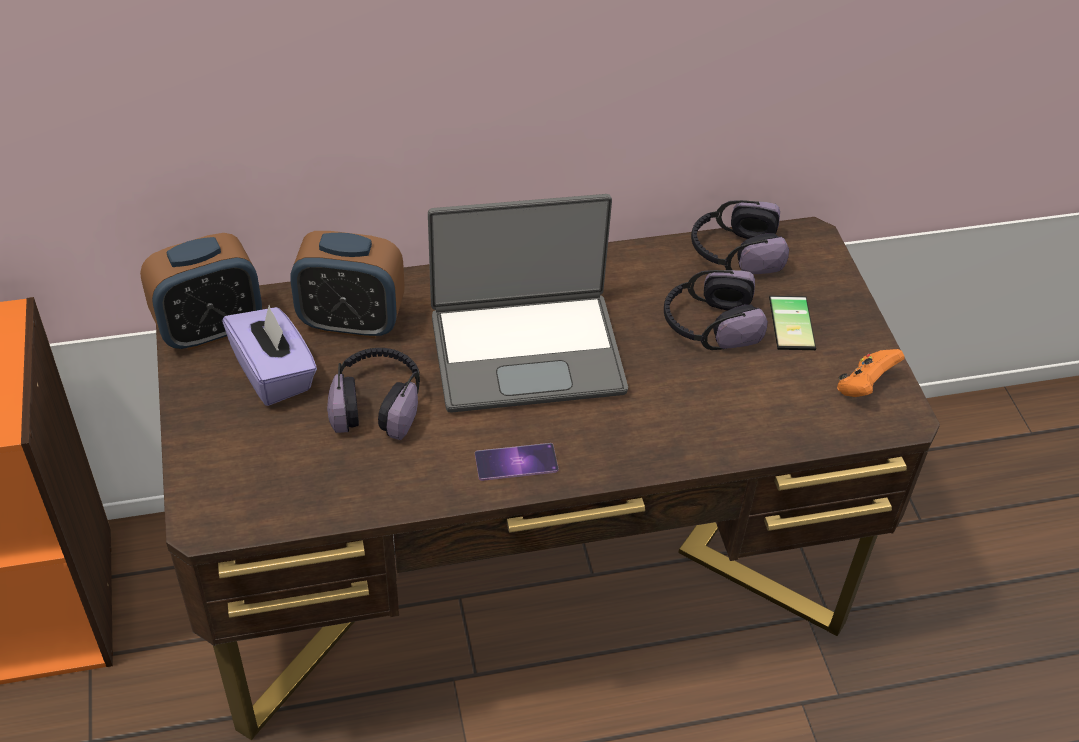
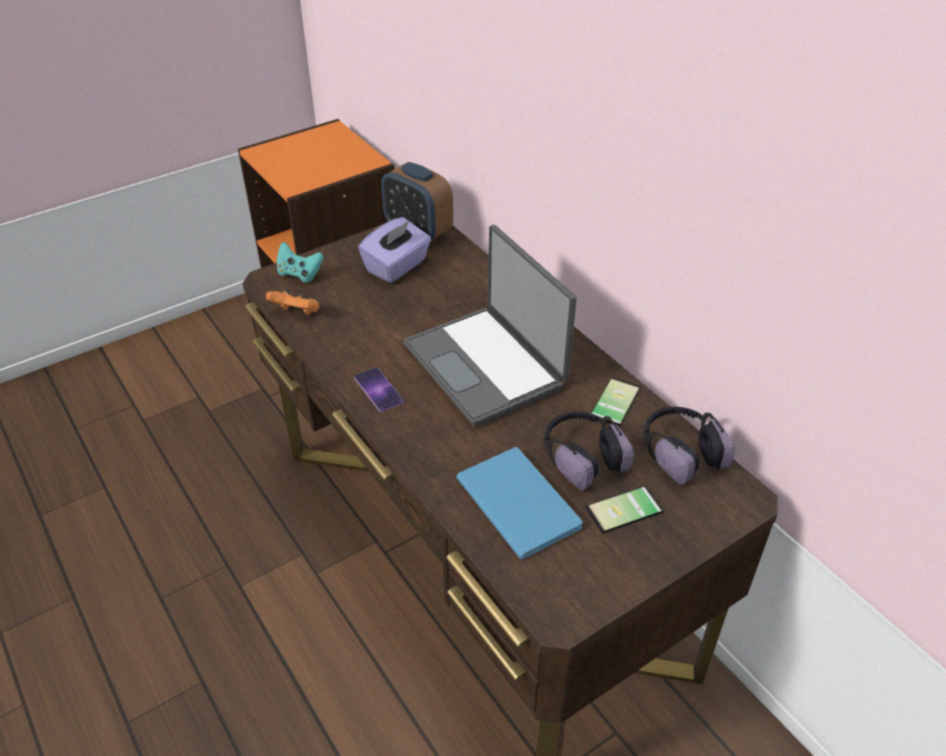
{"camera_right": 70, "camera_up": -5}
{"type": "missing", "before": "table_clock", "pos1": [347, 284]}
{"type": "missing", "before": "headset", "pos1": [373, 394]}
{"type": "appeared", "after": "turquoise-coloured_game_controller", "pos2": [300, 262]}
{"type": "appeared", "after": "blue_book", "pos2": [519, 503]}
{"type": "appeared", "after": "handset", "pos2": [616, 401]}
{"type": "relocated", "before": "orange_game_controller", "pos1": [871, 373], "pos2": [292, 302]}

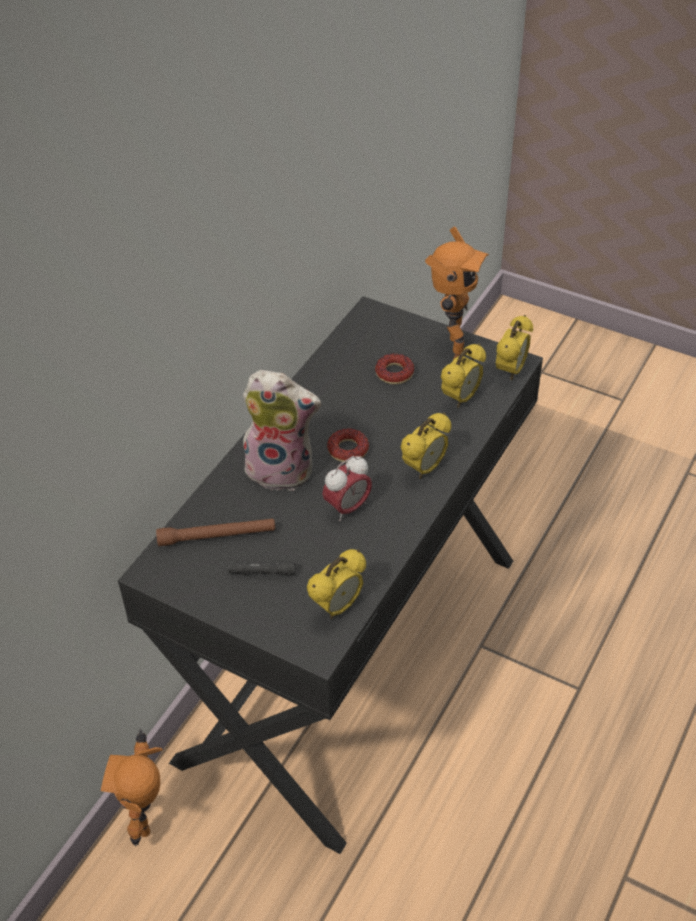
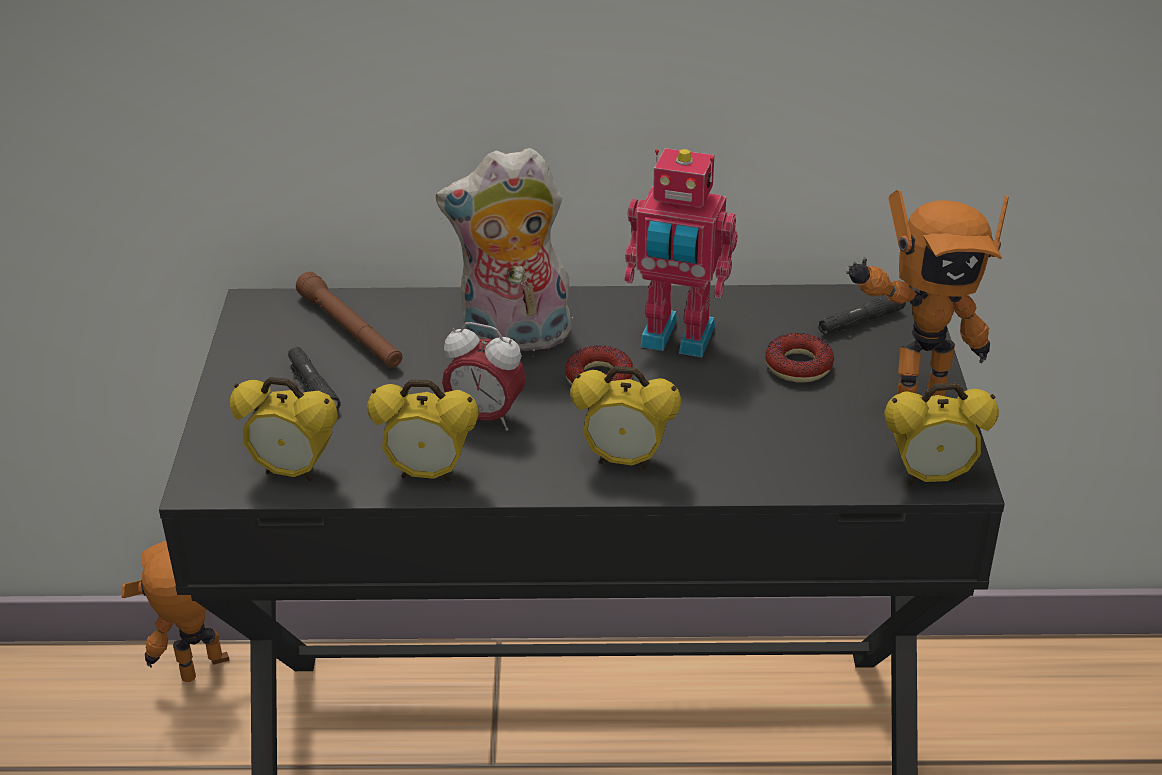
{"camera_right": 60, "camera_up": -10}
{"type": "appeared", "after": "model_robot", "pos2": [681, 252]}
{"type": "appeared", "after": "black-coloured_flashlight", "pos2": [862, 315]}
{"type": "relocated", "before": "table_clock", "pos1": [463, 375], "pos2": [423, 431]}
{"type": "spun", "before": "cuddly_toy", "pos1": [282, 430], "pos2": [505, 252], "turn": 105}

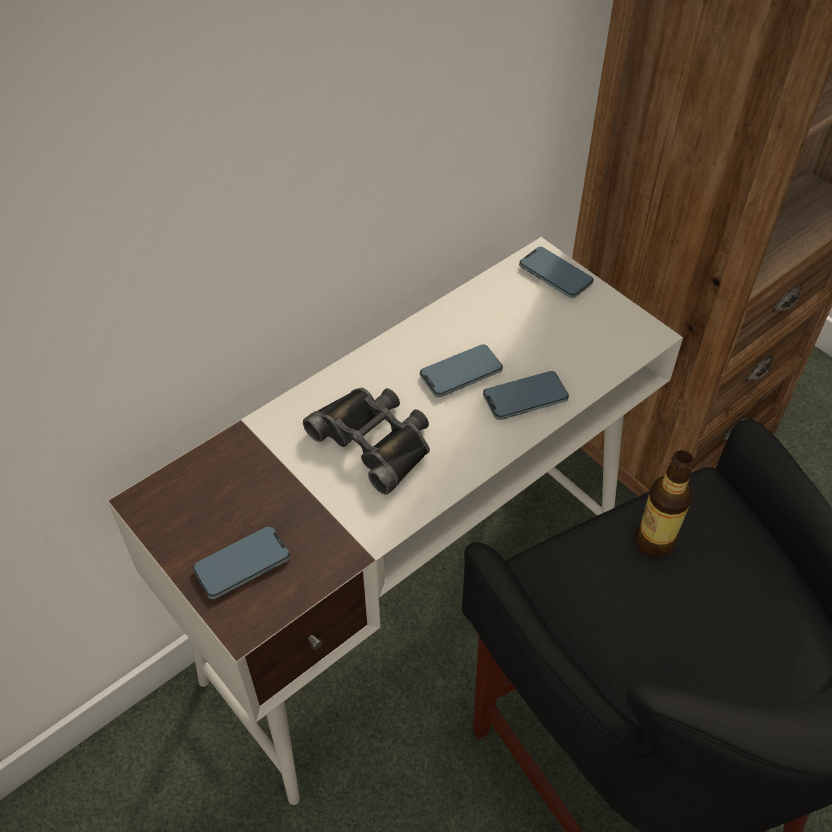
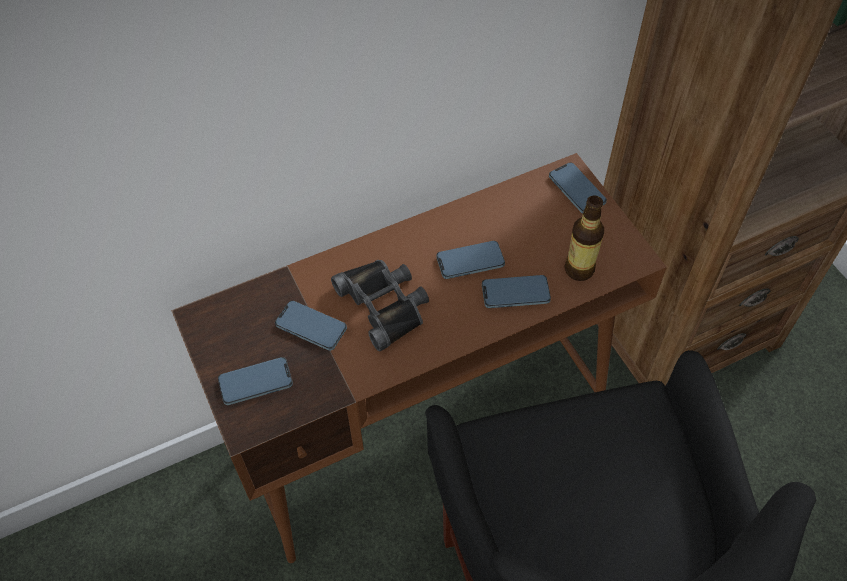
{"camera_right": 15, "camera_up": 5}
{"type": "appeared", "after": "handset", "pos2": [311, 325]}
{"type": "relocated", "before": "drink_bottle", "pos1": [664, 504], "pos2": [584, 238]}
{"type": "colour", "before": "white-coloured_desk_table", "after": "brown-coloured_desk_table", "pos1": [395, 521], "pos2": [419, 358]}

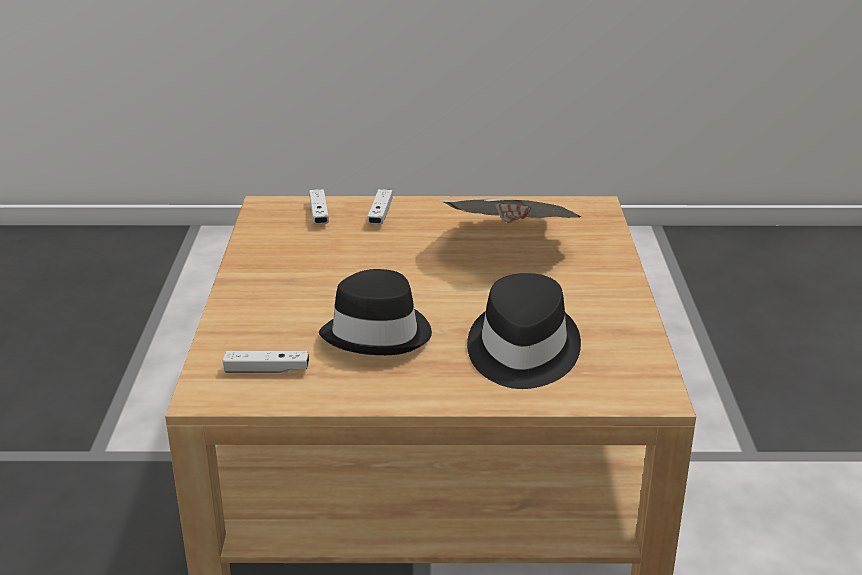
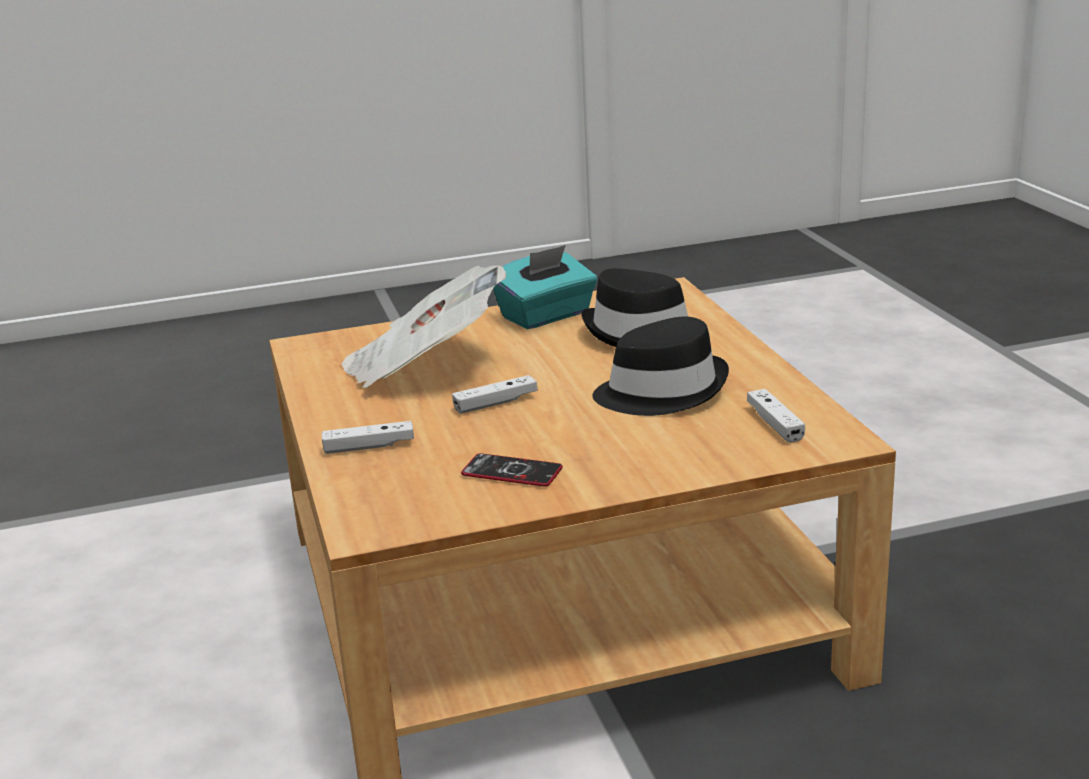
{"camera_right": -105, "camera_up": -5}
{"type": "appeared", "after": "handset", "pos2": [512, 470]}
{"type": "appeared", "after": "turquoise-coloured_box_of_tissues", "pos2": [545, 287]}
{"type": "relocated", "before": "white-coloured_game_controller", "pos1": [319, 207], "pos2": [494, 394]}

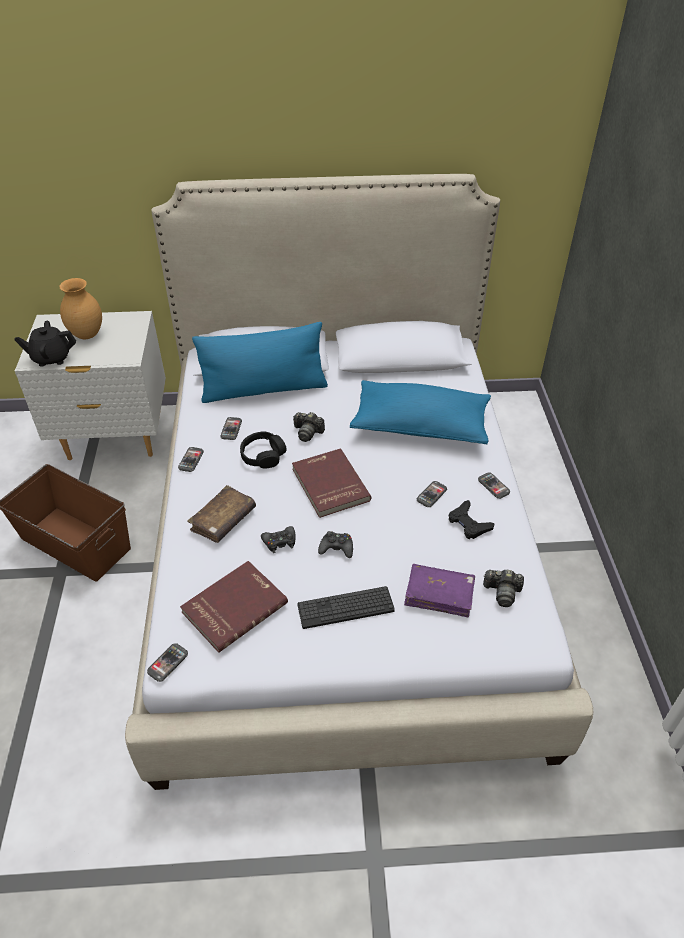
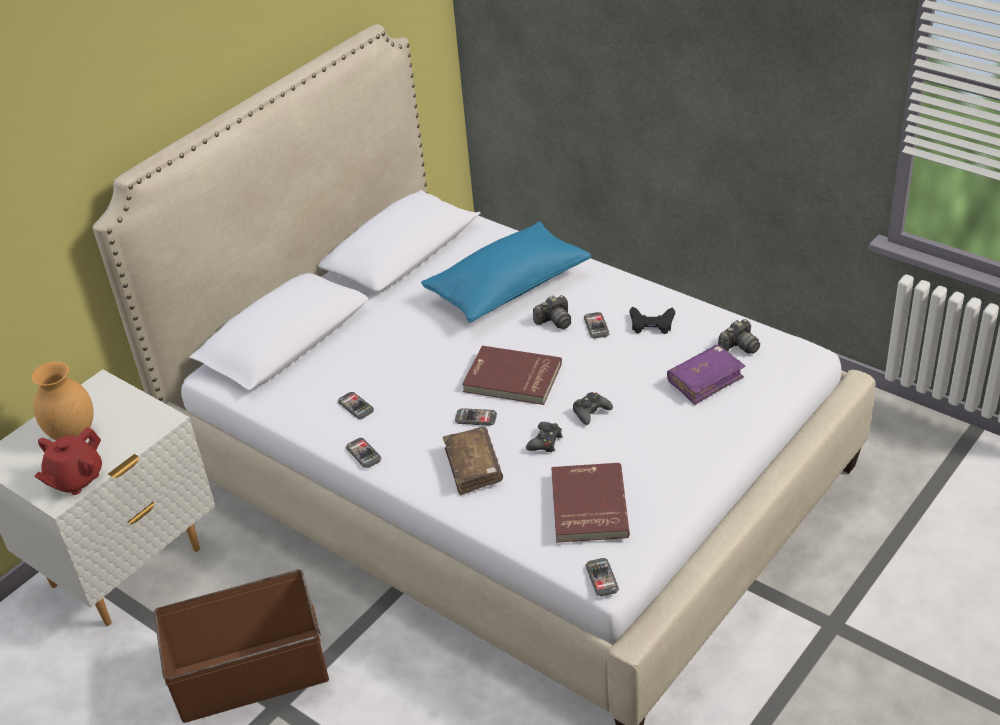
{"camera_right": -45, "camera_up": -5}
{"type": "missing", "before": "blue_throw_pillow", "pos1": [260, 362]}
{"type": "missing", "before": "black-coloured_headset", "pos1": [263, 449]}
{"type": "missing", "before": "keyboard", "pos1": [346, 607]}
{"type": "relocated", "before": "still_camera", "pos1": [309, 427], "pos2": [552, 312]}
{"type": "relocated", "before": "handset", "pos1": [494, 485], "pos2": [476, 417]}
{"type": "colour", "before": "black-coloured_pot_for_tea", "after": "red_pot_for_tea", "pos1": [45, 344], "pos2": [68, 461]}

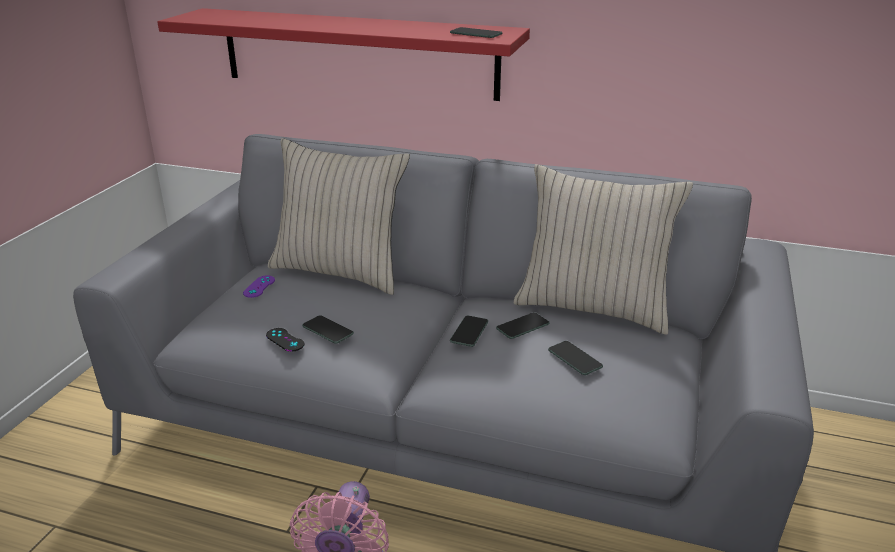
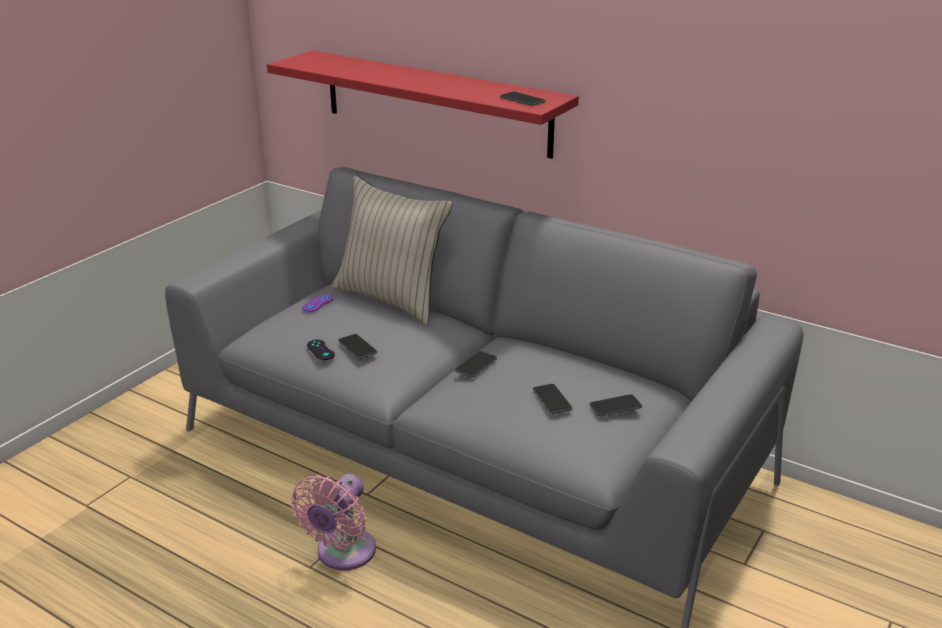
{"camera_right": 15, "camera_up": 0}
{"type": "missing", "before": "beige-coloured_throw_pillow", "pos1": [603, 249]}
{"type": "relocated", "before": "handset", "pos1": [523, 325], "pos2": [615, 405]}

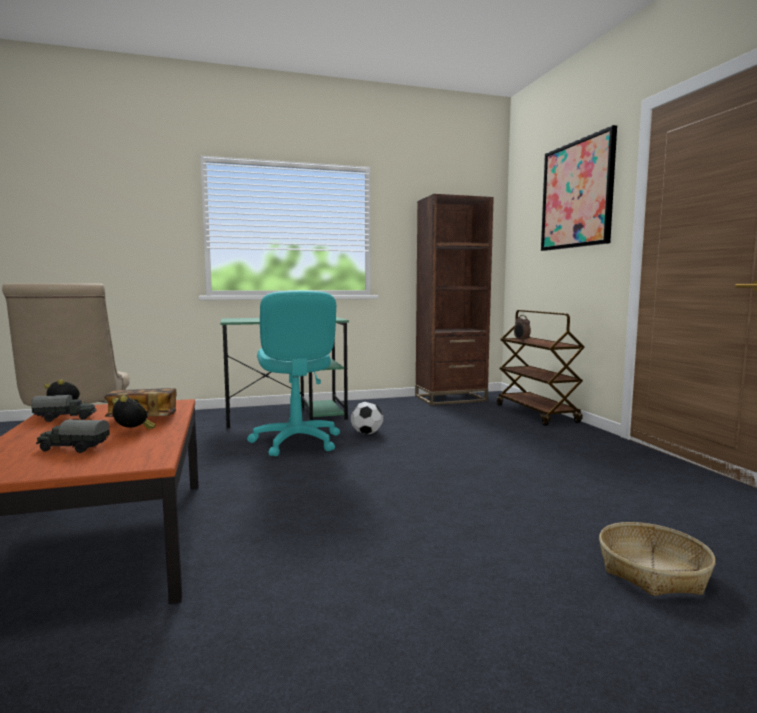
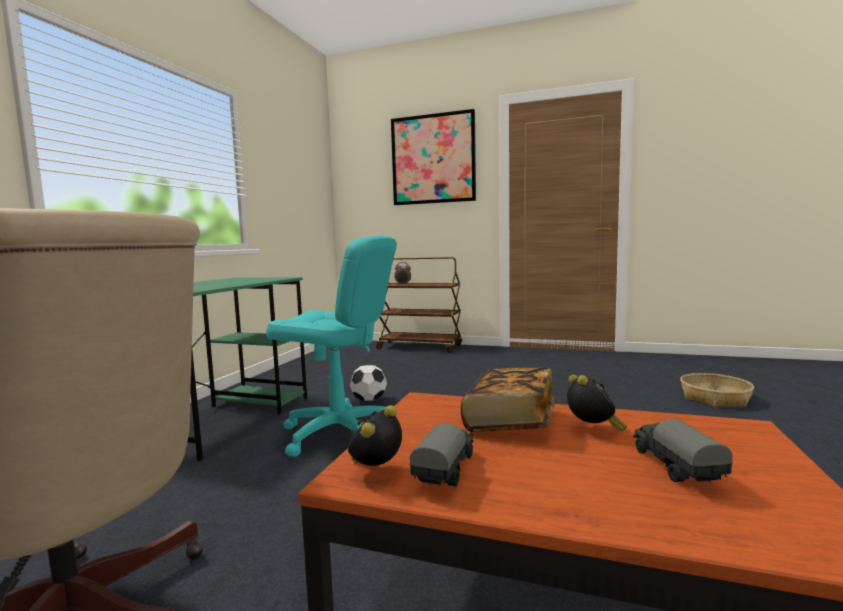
{"camera_right": -55, "camera_up": 0}
{"type": "missing", "before": "brown-coloured_shelving_unit", "pos1": [454, 299]}
{"type": "spun", "before": "model_truck", "pos1": [73, 436], "pos2": [683, 451], "turn": 135}
{"type": "spun", "before": "table_clock", "pos1": [134, 412], "pos2": [597, 403], "turn": 105}

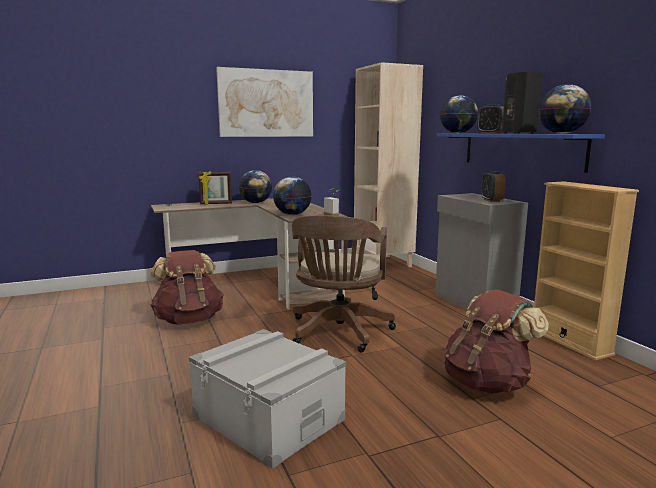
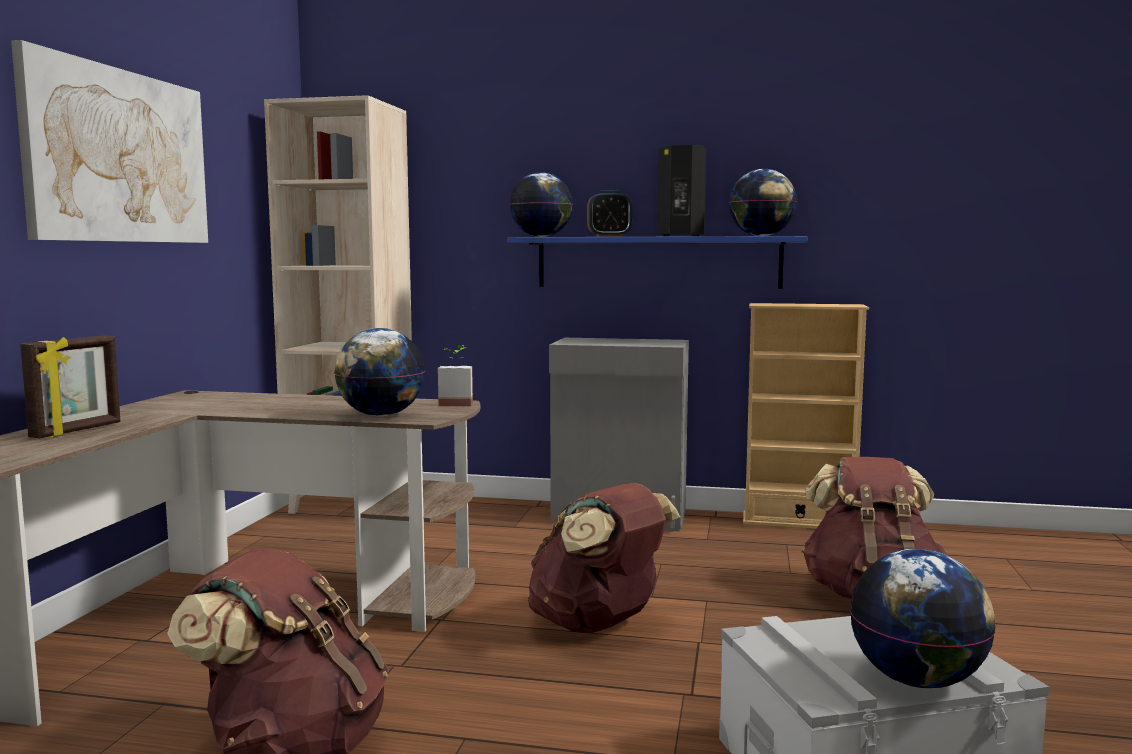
{"camera_right": -55, "camera_up": -5}
{"type": "missing", "before": "table_clock", "pos1": [493, 186]}
{"type": "relocated", "before": "globe", "pos1": [255, 186], "pos2": [923, 618]}
{"type": "exchanged", "before": "brown-coloured_computer_chair", "after": "brown-coloured_knapsack", "pos1": [344, 283], "pos2": [604, 558]}

